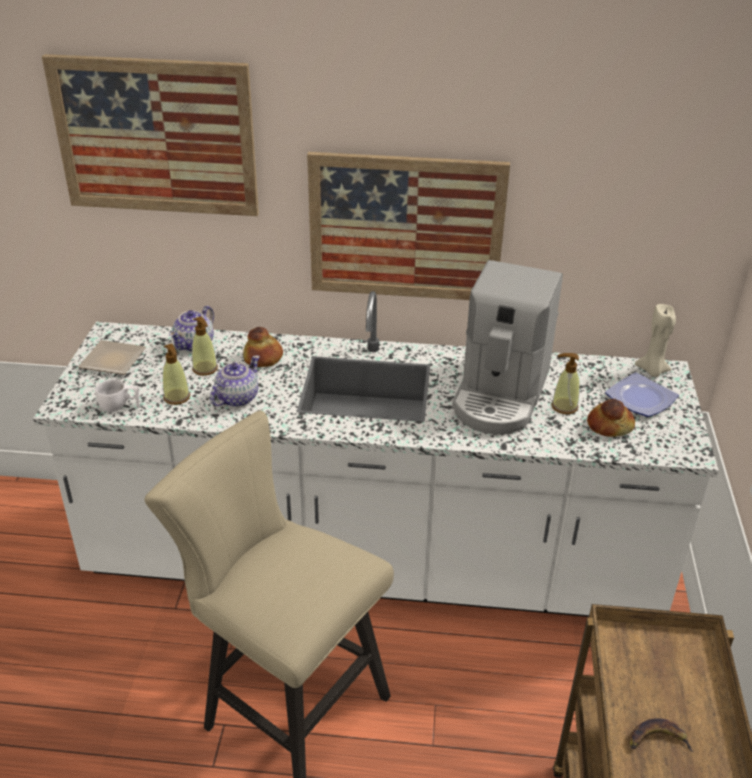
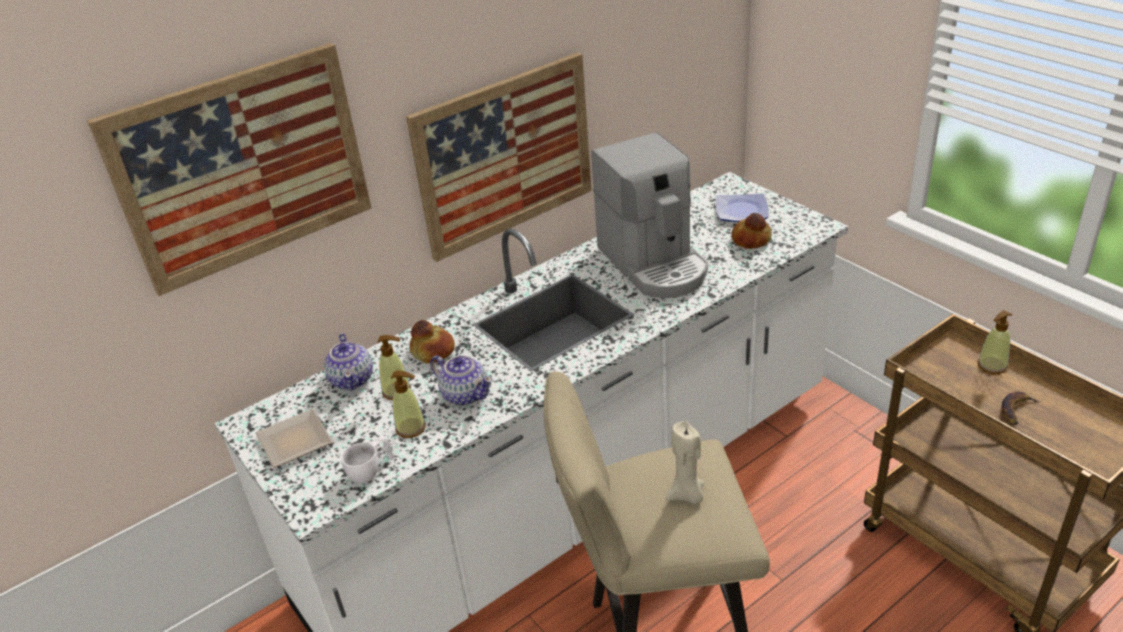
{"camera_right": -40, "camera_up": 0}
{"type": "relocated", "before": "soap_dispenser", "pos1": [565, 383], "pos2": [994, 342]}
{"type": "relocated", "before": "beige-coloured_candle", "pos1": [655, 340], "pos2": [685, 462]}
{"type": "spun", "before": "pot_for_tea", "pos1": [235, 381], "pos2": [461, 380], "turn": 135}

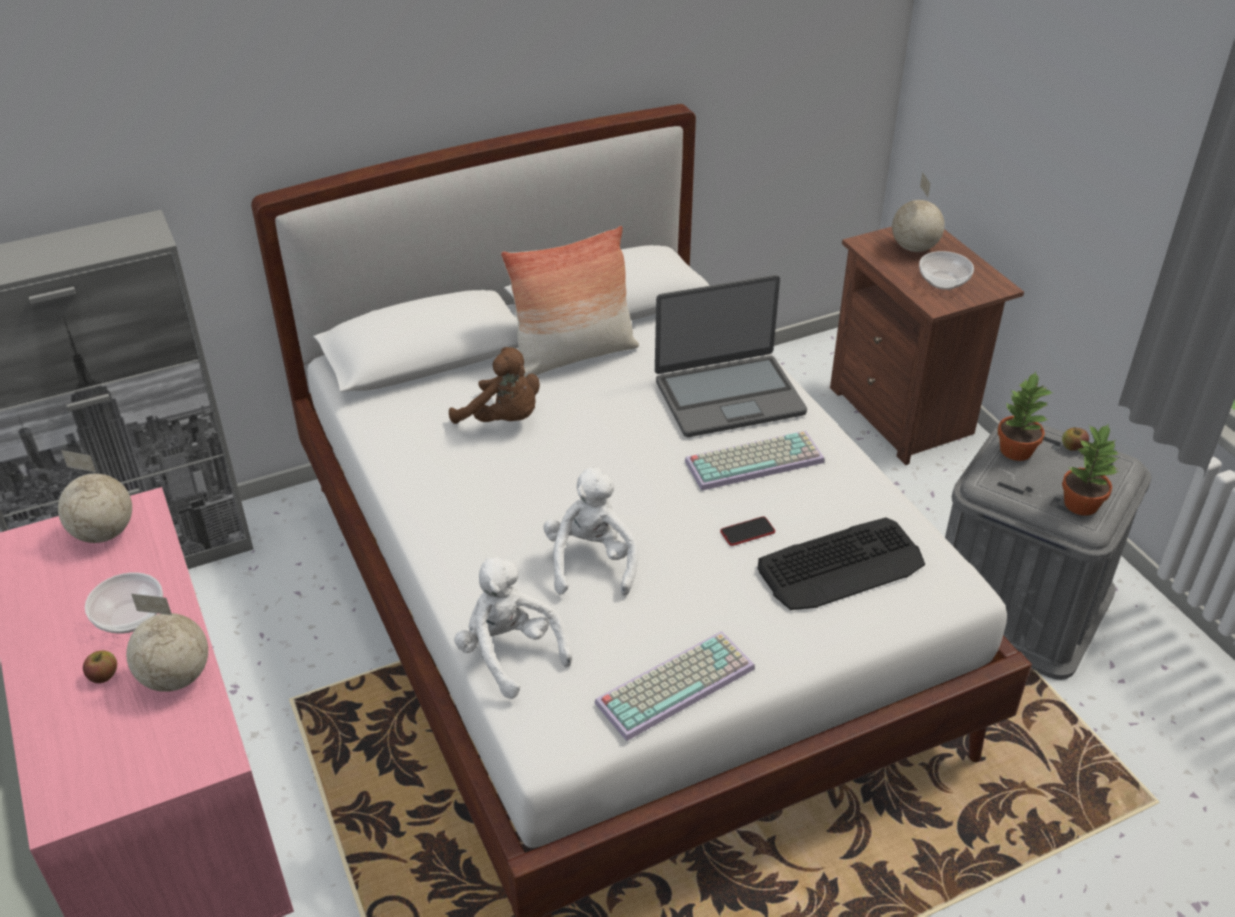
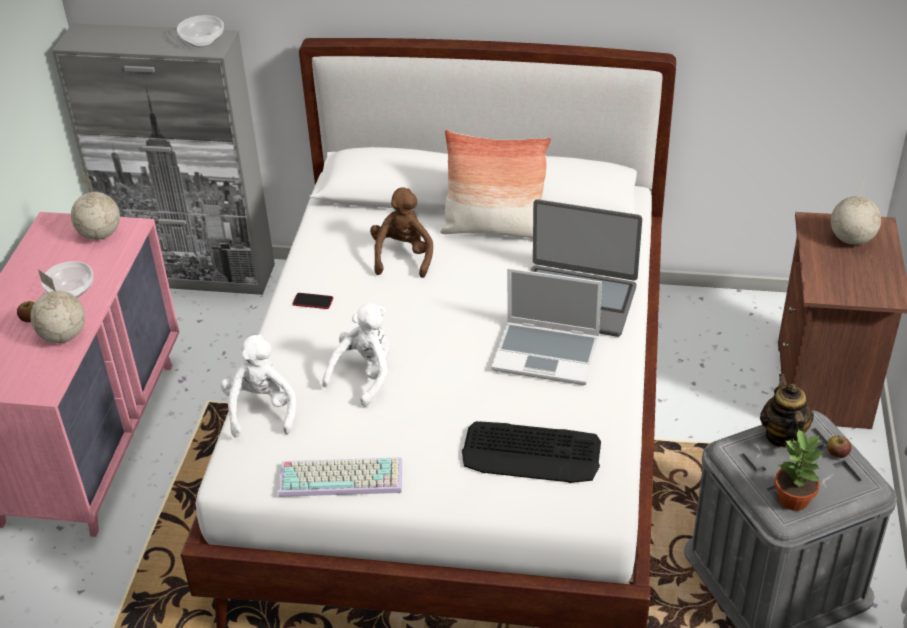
{"camera_right": 35, "camera_up": 0}
{"type": "relocated", "before": "handset", "pos1": [747, 531], "pos2": [313, 301]}
{"type": "relocated", "before": "deep_dish", "pos1": [946, 270], "pos2": [200, 31]}
{"type": "exchanged", "before": "keyboard", "after": "notebook_computer", "pos1": [755, 461], "pos2": [546, 326]}
{"type": "exchanged", "before": "potted_plant", "after": "pot_for_tea", "pos1": [1025, 416], "pos2": [787, 411]}
{"type": "spun", "before": "brown-coloured_cuddly_toy", "pos1": [494, 385], "pos2": [401, 232], "turn": -150}

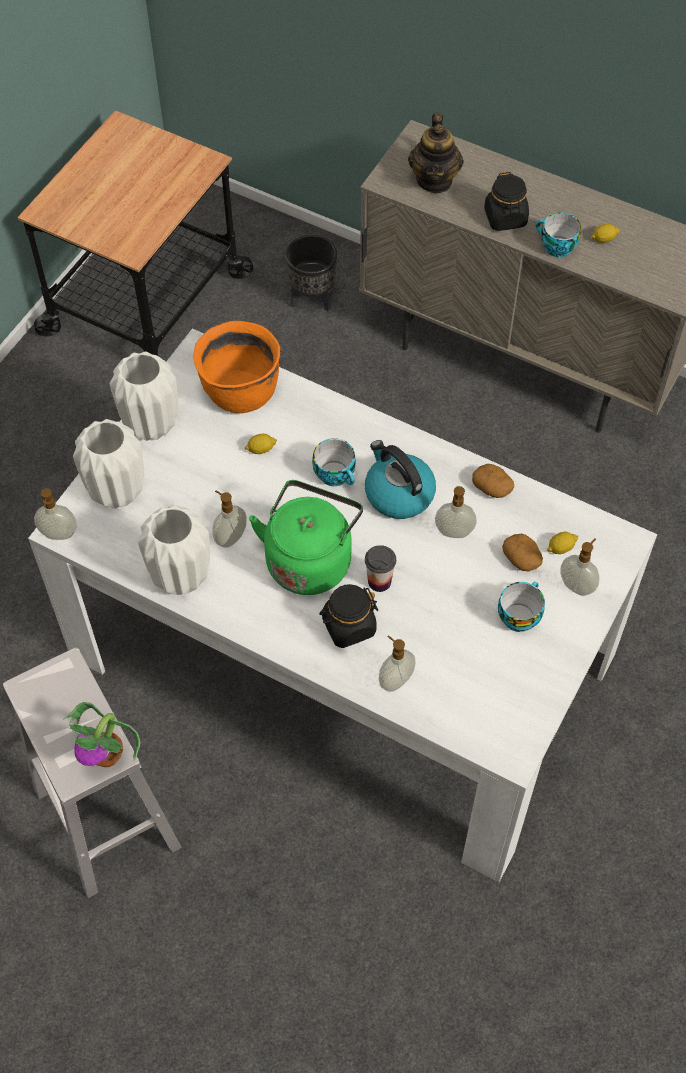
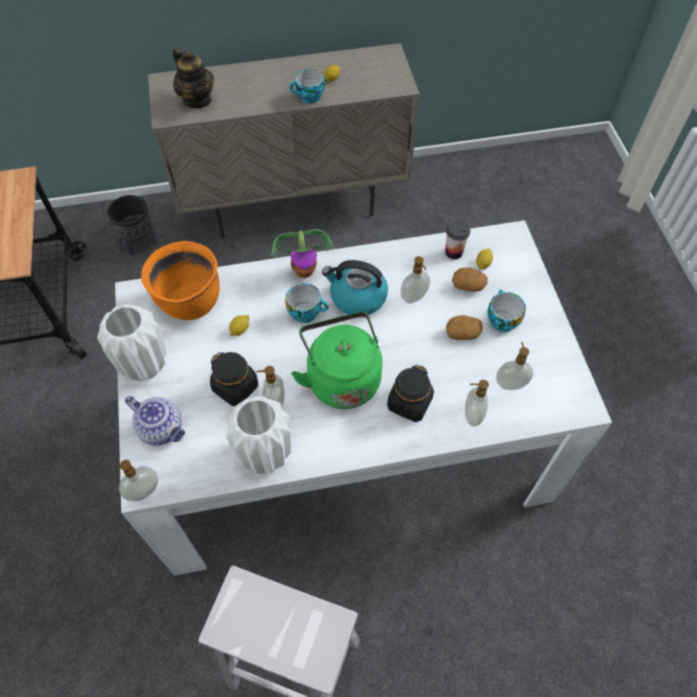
{"camera_right": -40, "camera_up": 0}
{"type": "relocated", "before": "potted_plant", "pos1": [101, 734], "pos2": [302, 253]}
{"type": "relocated", "before": "small_cup", "pos1": [380, 568], "pos2": [457, 240]}
{"type": "relocated", "before": "whole_potato", "pos1": [493, 481], "pos2": [464, 327]}
{"type": "relocated", "before": "black-coloured_preserve_jar", "pos1": [506, 201], "pos2": [234, 379]}
{"type": "relocated", "before": "soap_dispenser", "pos1": [580, 567], "pos2": [514, 366]}
{"type": "exchanged", "before": "white-coloured_decorative_vase", "after": "pot_for_tea", "pos1": [108, 464], "pos2": [155, 421]}

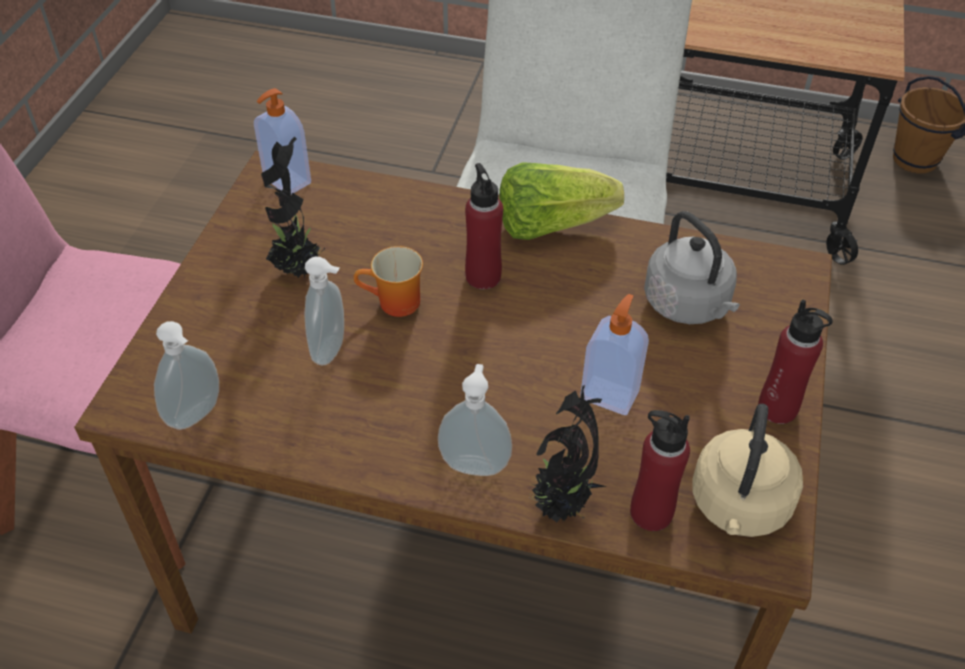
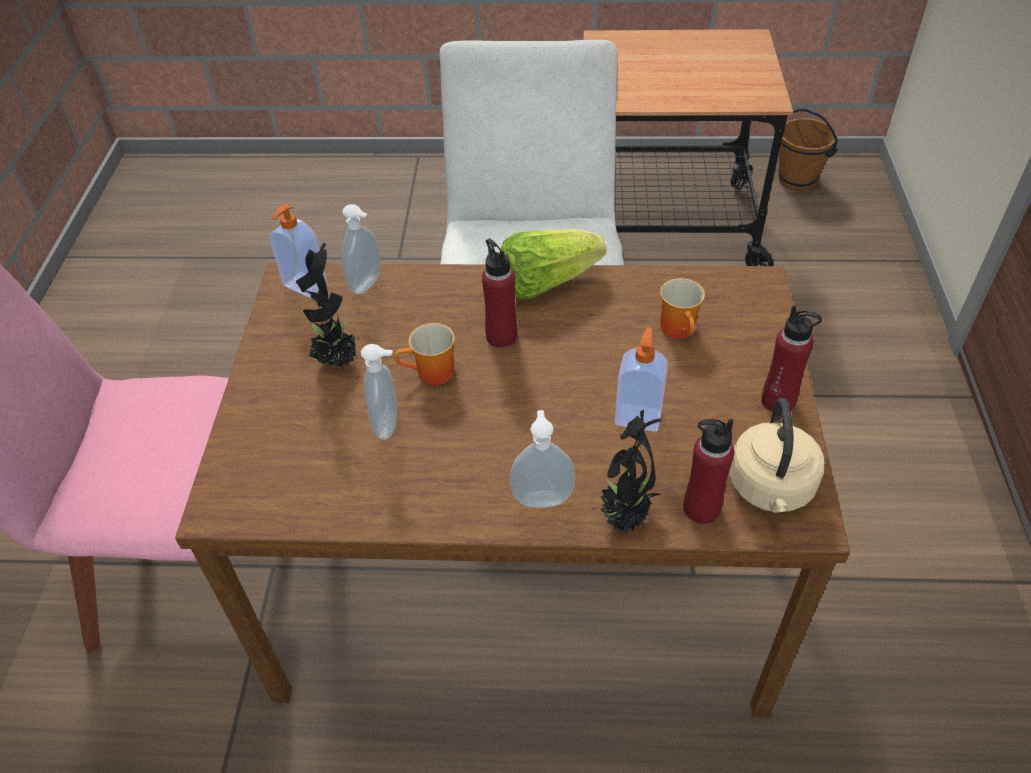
{"camera_right": -10, "camera_up": 0}
{"type": "relocated", "before": "soap_dispenser", "pos1": [186, 375], "pos2": [361, 249]}
{"type": "exchanged", "before": "gray_kettle", "after": "coffee_mug", "pos1": [692, 267], "pos2": [682, 308]}

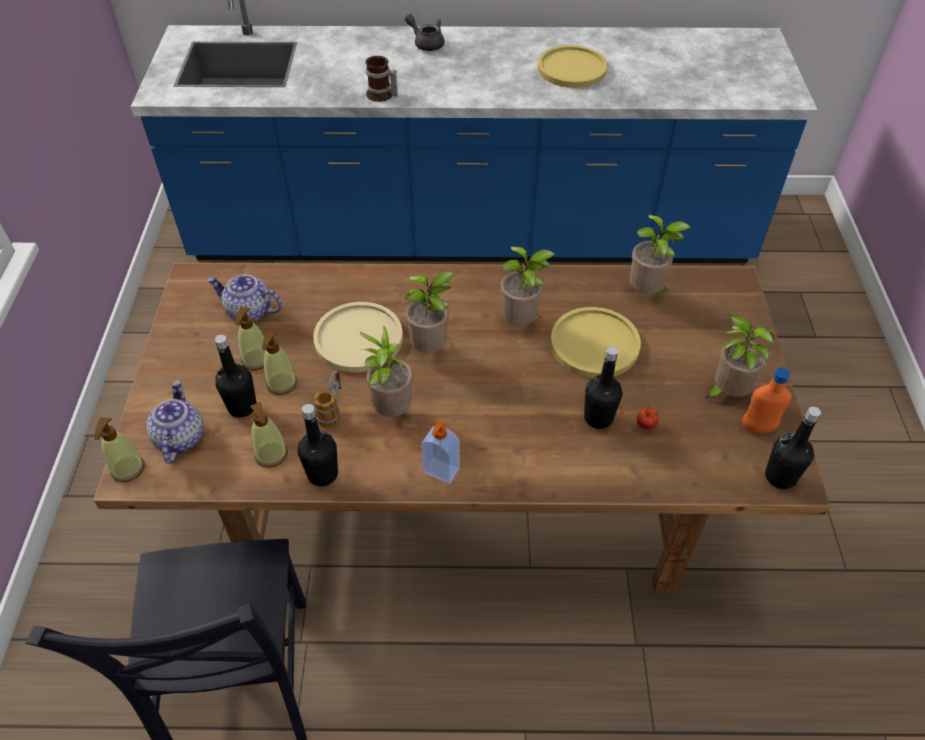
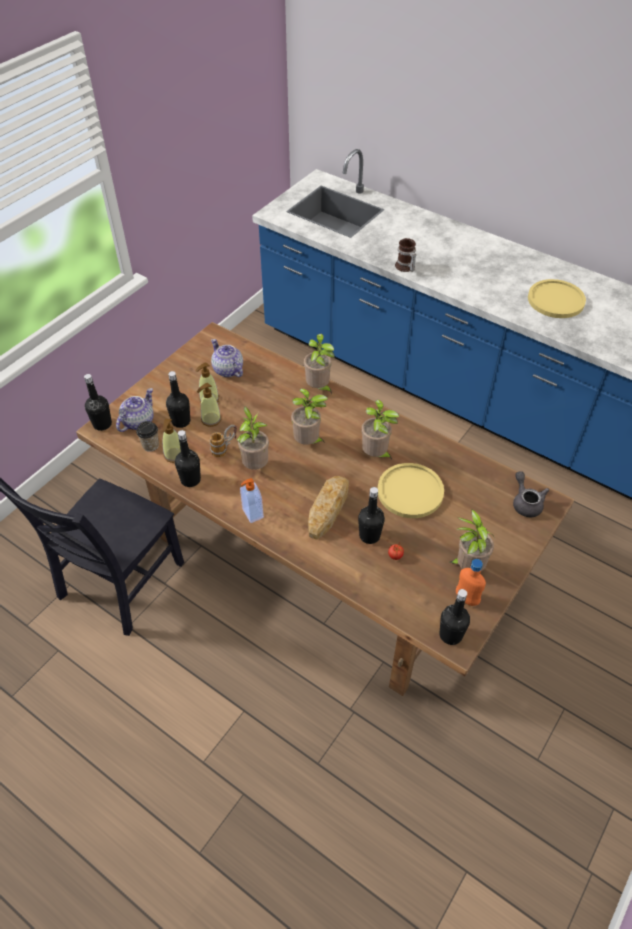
{"camera_right": 35, "camera_up": 0}
{"type": "missing", "before": "beige-coloured_plate", "pos1": [358, 337]}
{"type": "appeared", "after": "small_cup", "pos2": [147, 436]}
{"type": "appeared", "after": "baked_bread", "pos2": [328, 508]}
{"type": "relocated", "before": "gray_pot_for_tea", "pos1": [425, 32], "pos2": [531, 494]}
{"type": "relocated", "before": "potted_plant", "pos1": [660, 254], "pos2": [319, 364]}
{"type": "exchanged", "before": "soap_dispenser", "after": "black-coloured_drink_bottle", "pos1": [119, 449], "pos2": [98, 402]}

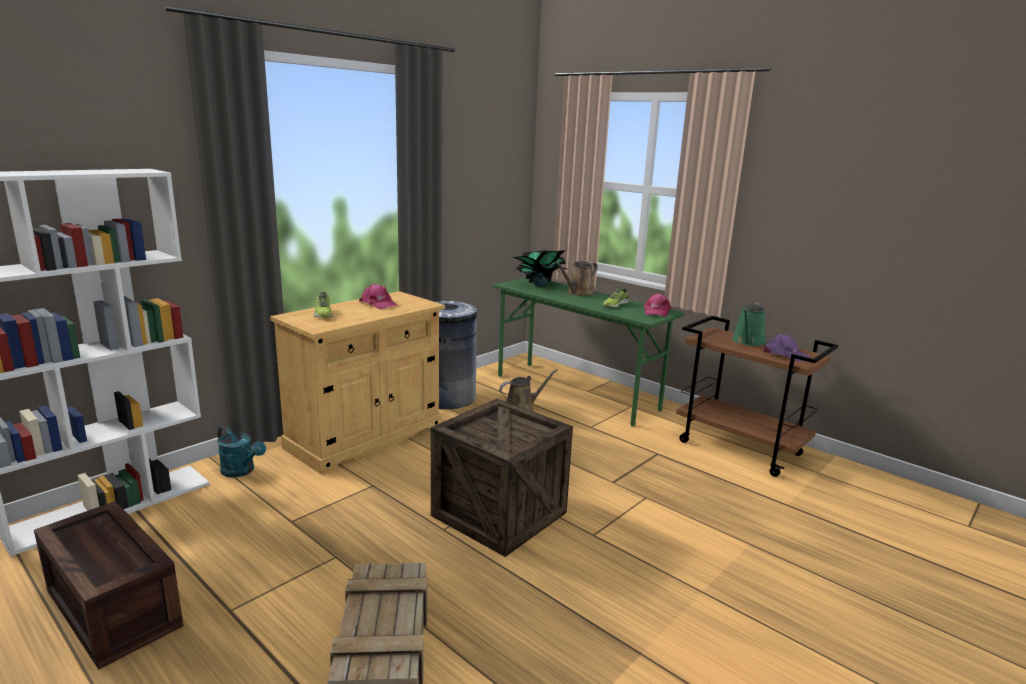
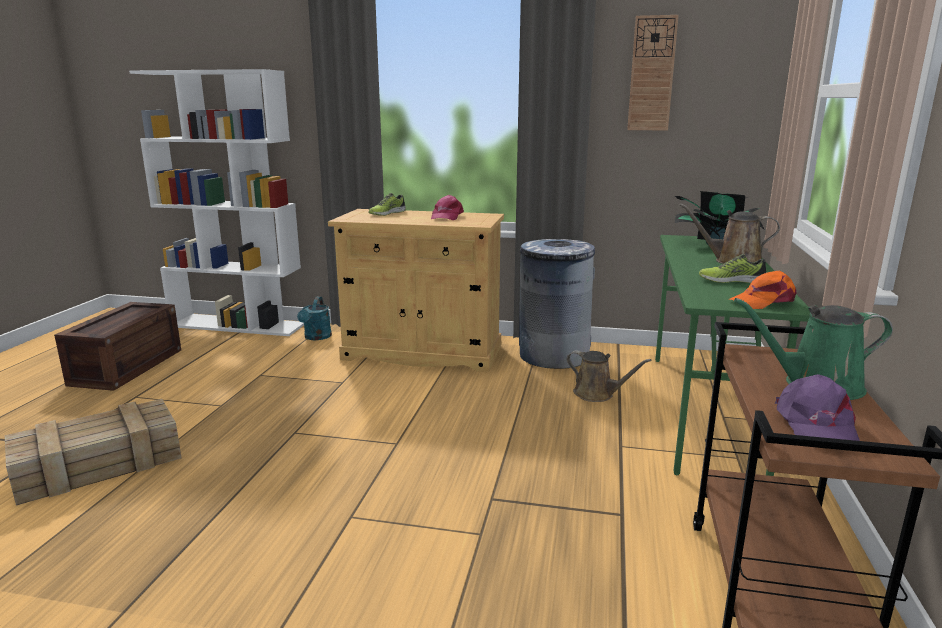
{"camera_right": 60, "camera_up": 0}
{"type": "missing", "before": "shipping_crate", "pos1": [502, 477]}
{"type": "appeared", "after": "wall_clock", "pos2": [653, 73]}
{"type": "colour", "before": "pink-coloured_peaked_cap", "after": "orange_peaked_cap", "pos1": [657, 305], "pos2": [762, 290]}

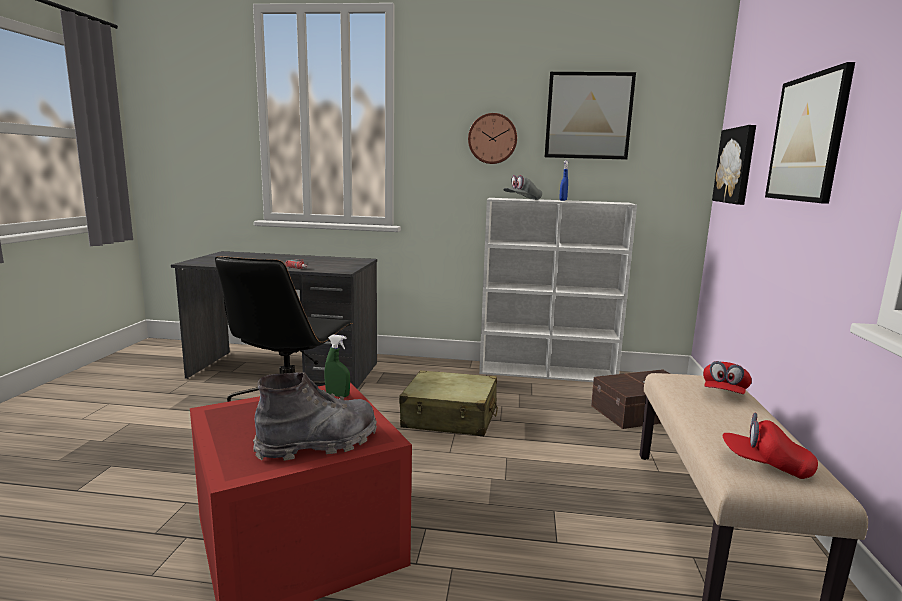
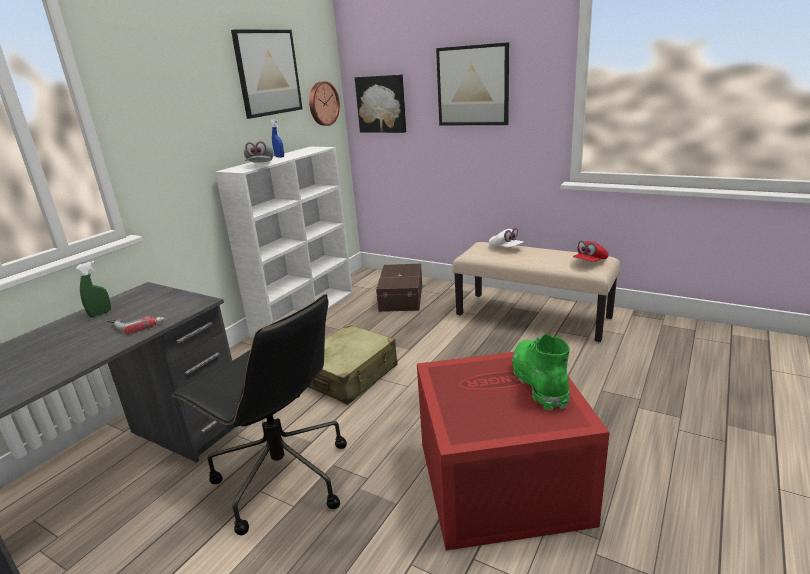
{"camera_right": -65, "camera_up": 10}
{"type": "relocated", "before": "green_sprayer", "pos1": [337, 365], "pos2": [93, 289]}
{"type": "relocated", "before": "wall_clock", "pos1": [492, 138], "pos2": [324, 103]}
{"type": "colour", "before": "gray_boot", "after": "green_boot", "pos1": [315, 416], "pos2": [541, 372]}
{"type": "colour", "before": "red_peaked_cap", "after": "white-coloured_peaked_cap", "pos1": [727, 377], "pos2": [506, 237]}

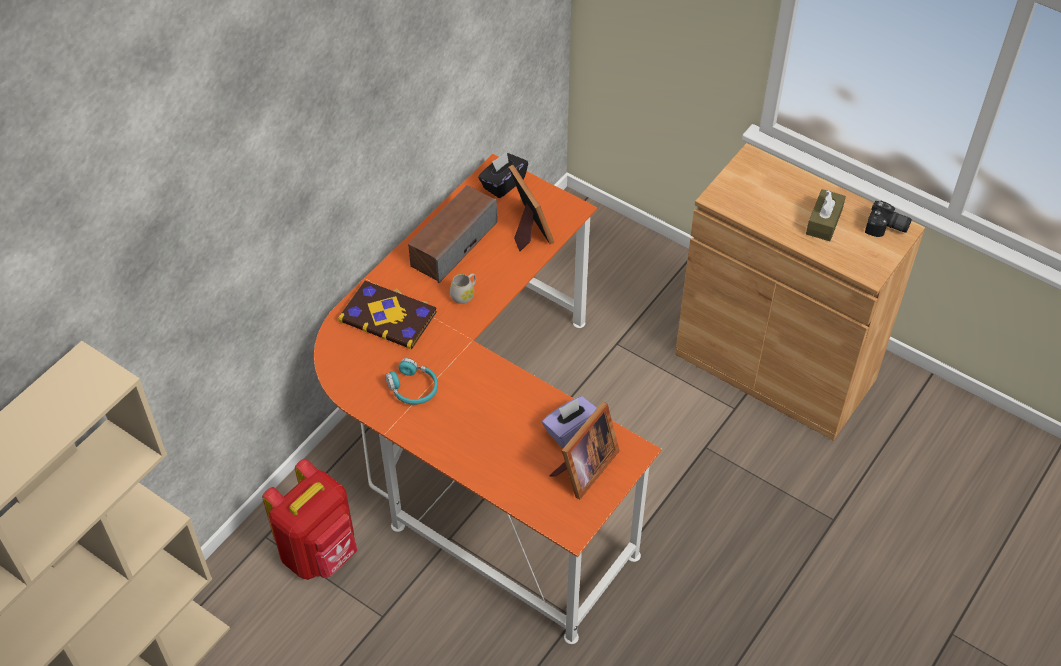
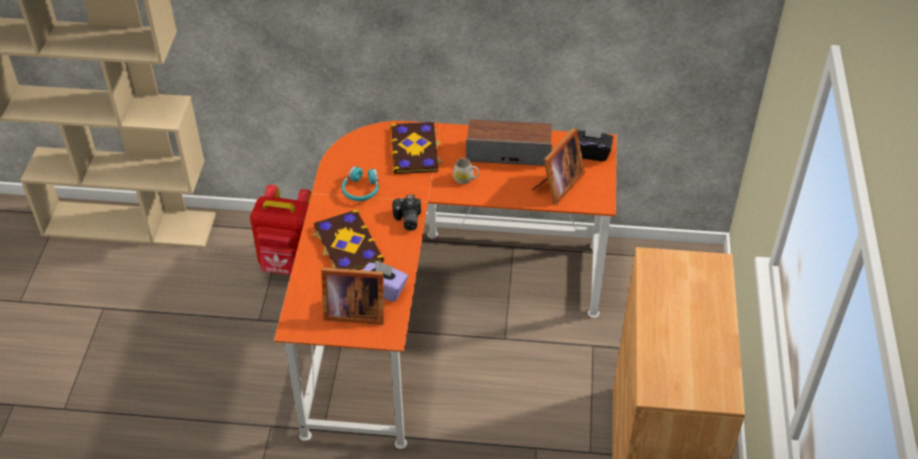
{"camera_right": 60, "camera_up": -5}
{"type": "missing", "before": "brown-coloured_box_of_tissues", "pos1": [826, 215]}
{"type": "appeared", "after": "book", "pos2": [348, 239]}
{"type": "relocated", "before": "still_camera", "pos1": [888, 219], "pos2": [406, 213]}

